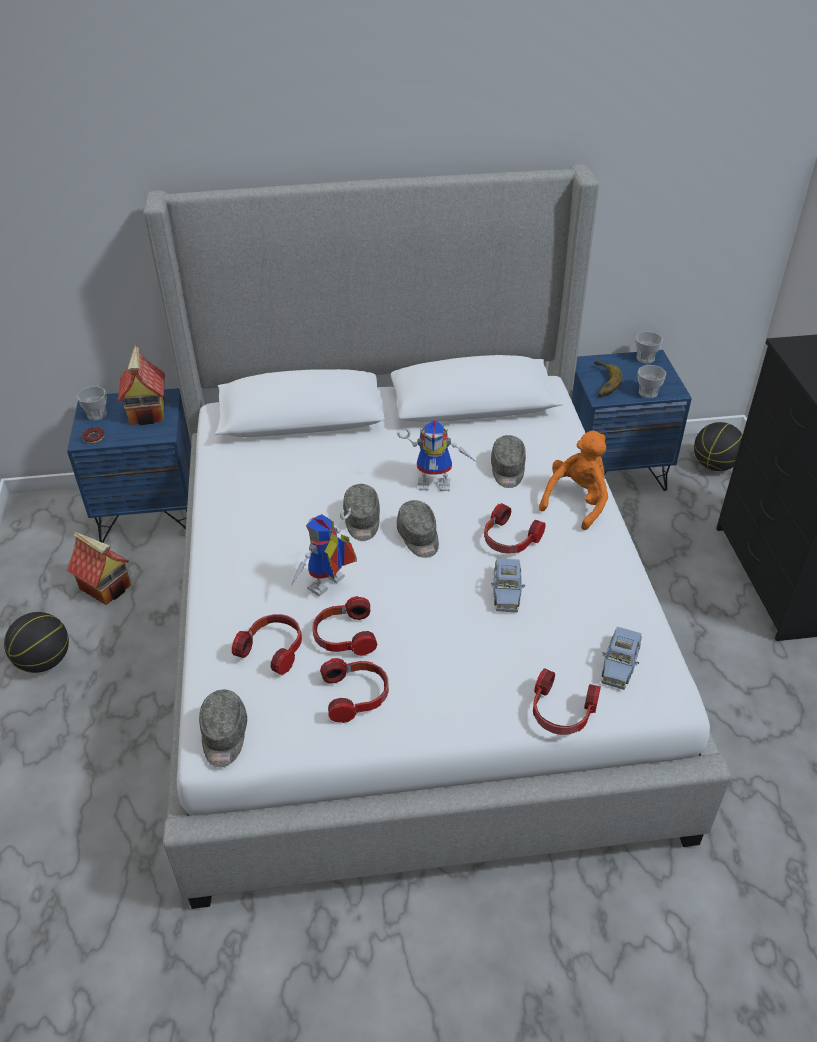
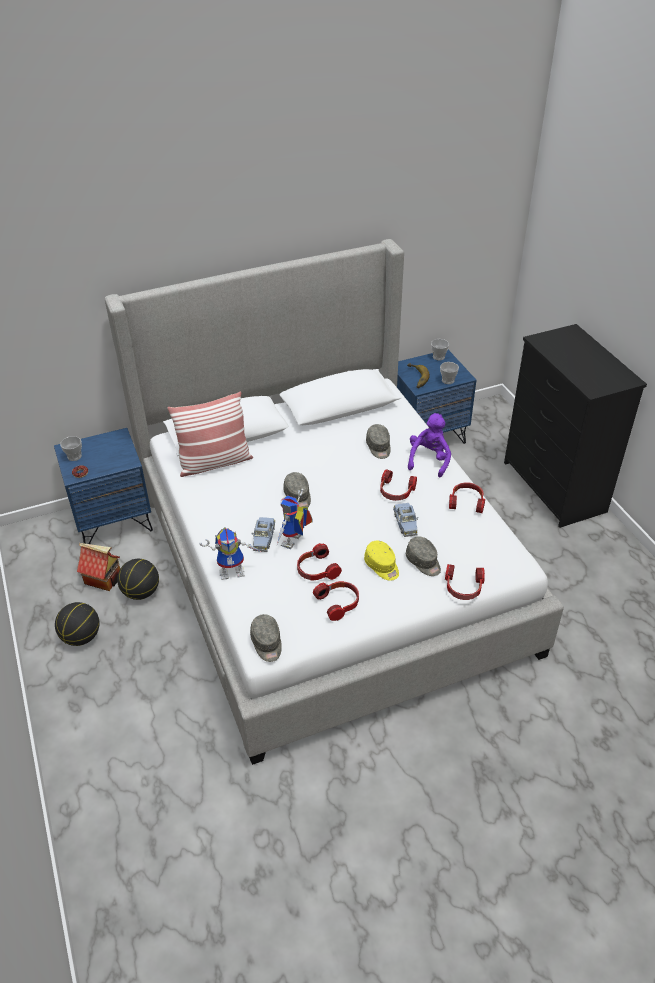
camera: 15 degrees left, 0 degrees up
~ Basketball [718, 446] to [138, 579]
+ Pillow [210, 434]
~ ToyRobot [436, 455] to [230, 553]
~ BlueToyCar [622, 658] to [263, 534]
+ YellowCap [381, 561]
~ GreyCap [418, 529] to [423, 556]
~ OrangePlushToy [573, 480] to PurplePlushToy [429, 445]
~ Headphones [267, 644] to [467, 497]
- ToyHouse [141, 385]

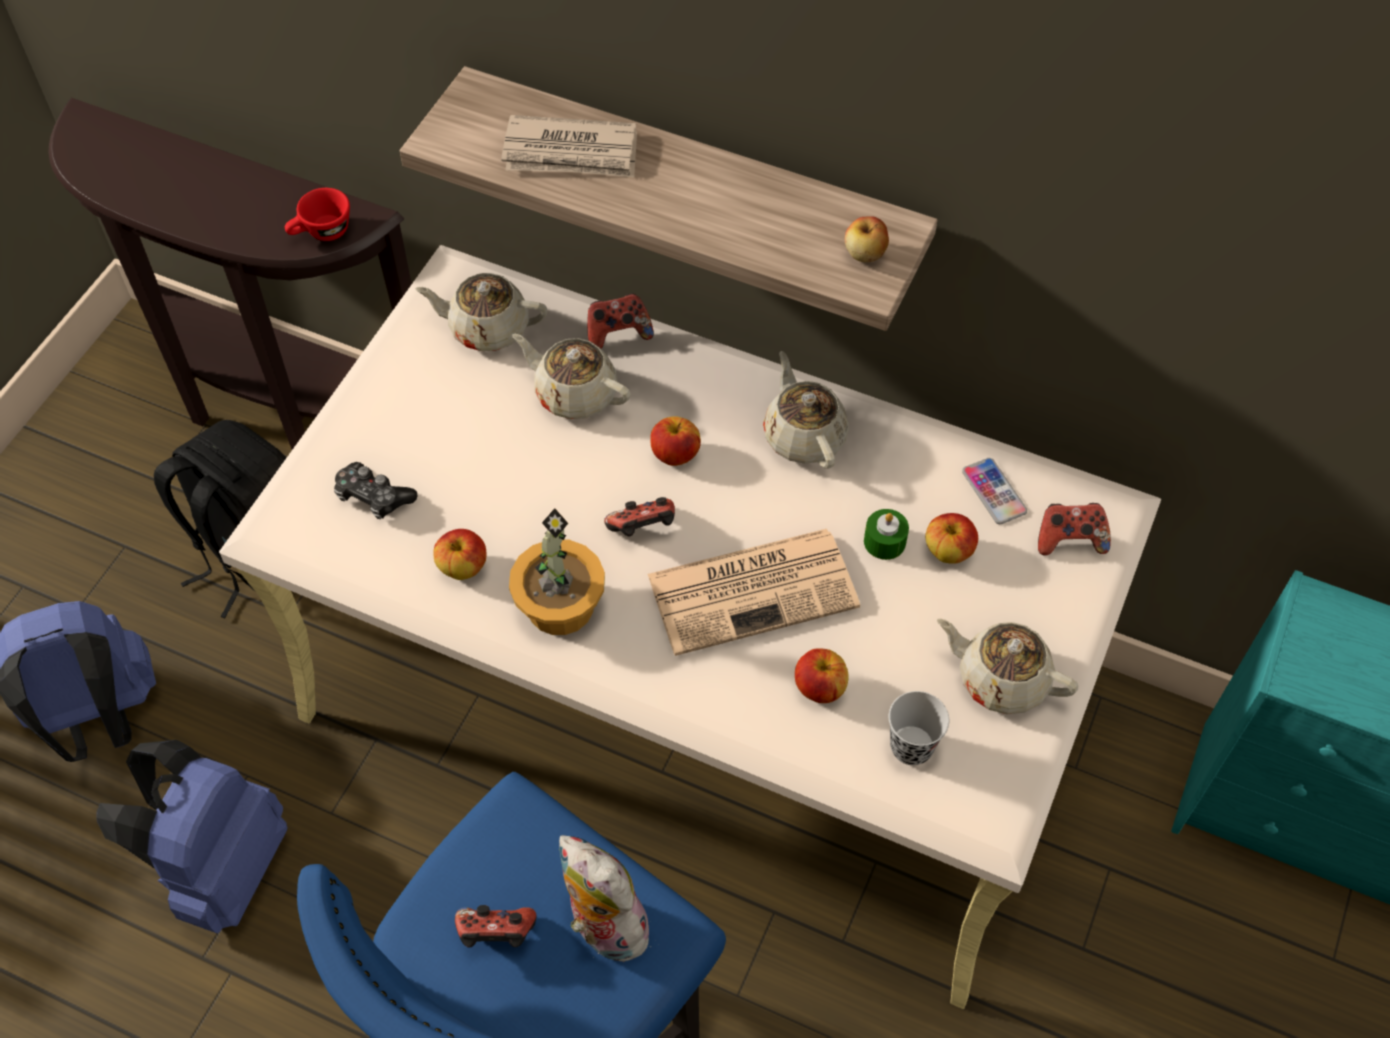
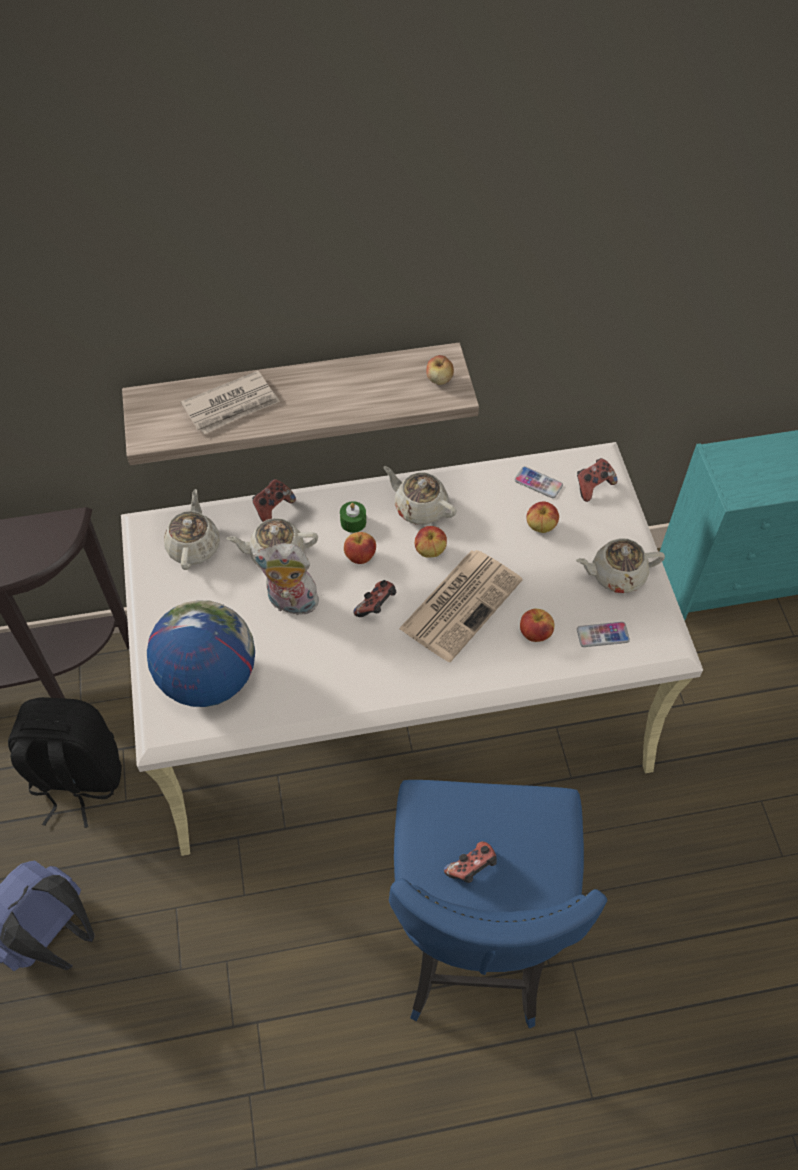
camera: 35 degrees left, 0 degrees up
~ GameController [376, 490] to Globe [201, 653]
~ BeigeTeapot [481, 312] = [192, 529] 120 degrees clockwise
~ PlushToy [608, 898] to [286, 579]
~ GreenCandle [886, 534] to [353, 517]
~ Apple [459, 554] to [431, 541]
~ BlackCup [919, 728] to Phone [603, 634]
- BlueBackpack [192, 836]
- RedCup [317, 214]
- PottedPlant [557, 571]

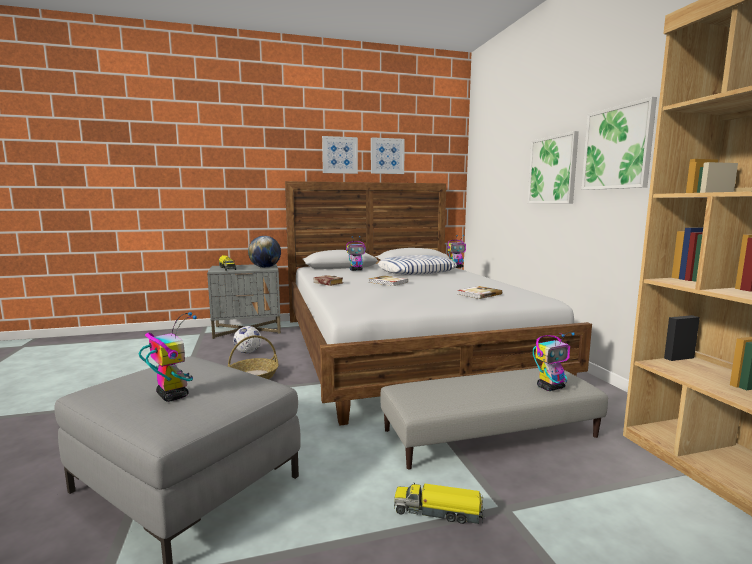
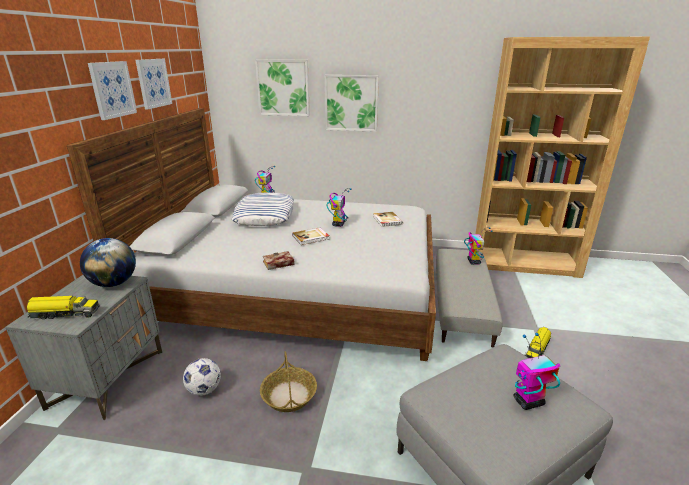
camera: 65 degrees left, 15 degrees up
~ Picture [619, 143] to [282, 88]
~ ToyRobot [356, 253] to [338, 207]

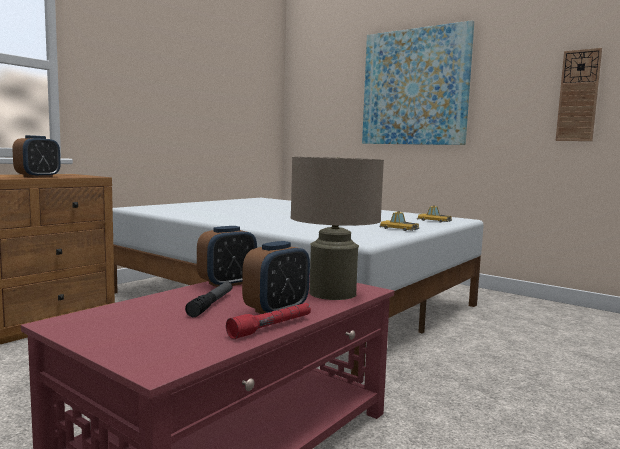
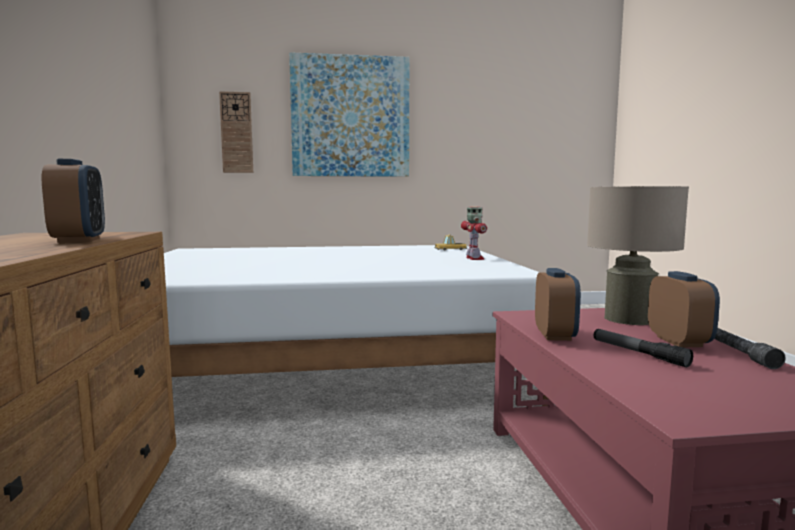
camera: 45 degrees left, 0 degrees up
~ WallClock [579, 94] to [236, 132]
~ ToyCar [399, 221] to ToyRobot [474, 233]
~ RedFlashlight [268, 321] to GreyFlashlight [749, 348]

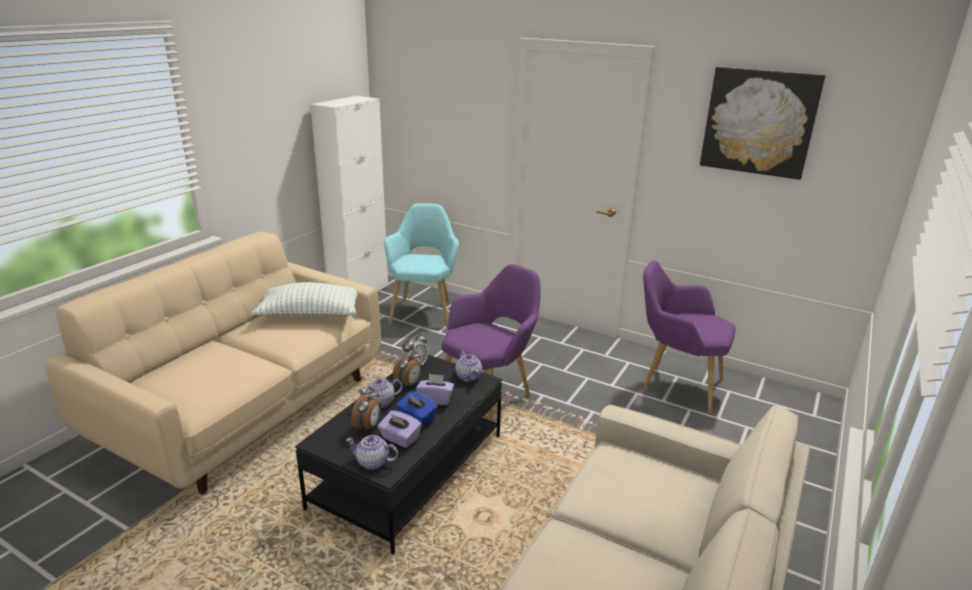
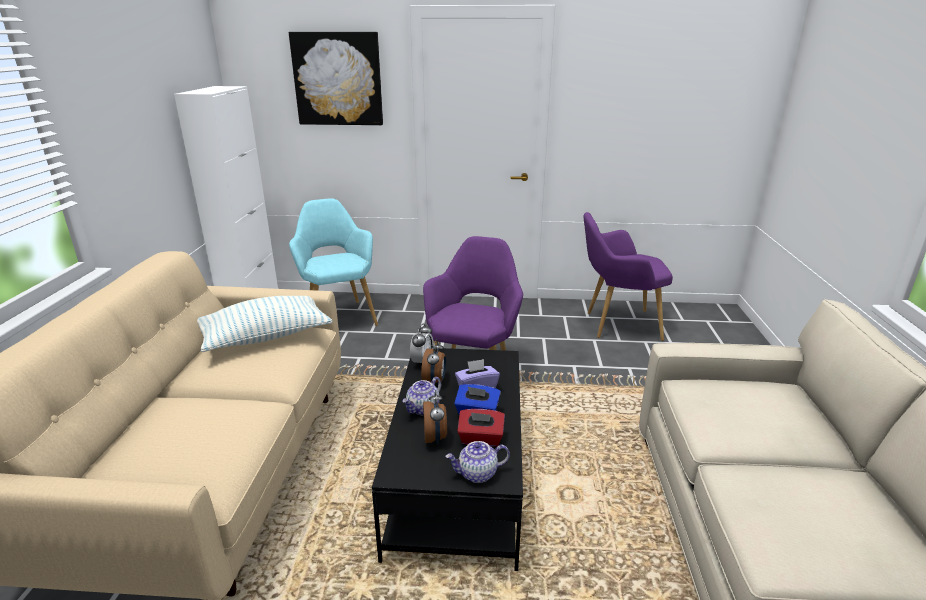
camera: 25 degrees left, 0 degrees up
~ Picture [762, 123] to [336, 78]
~ PurpleTissueBox [400, 429] to RedTissueBox [481, 427]
- Teapot [469, 366]

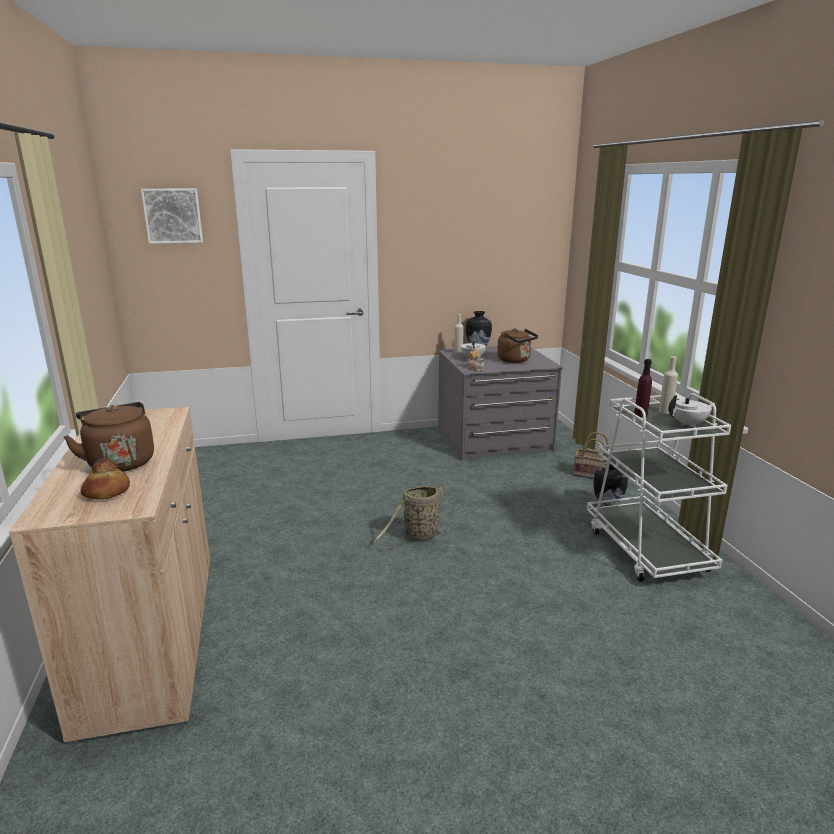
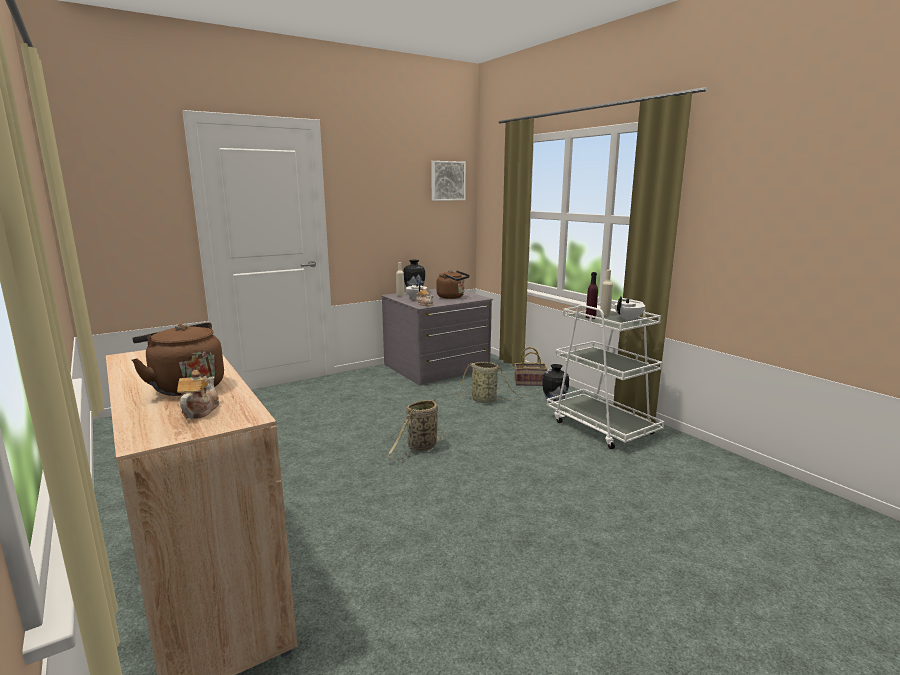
camera: 20 degrees left, 5 degrees down
~ Bread [105, 478] to Teapot [198, 394]
~ Picture [172, 216] to [448, 181]
+ Basket [490, 382]

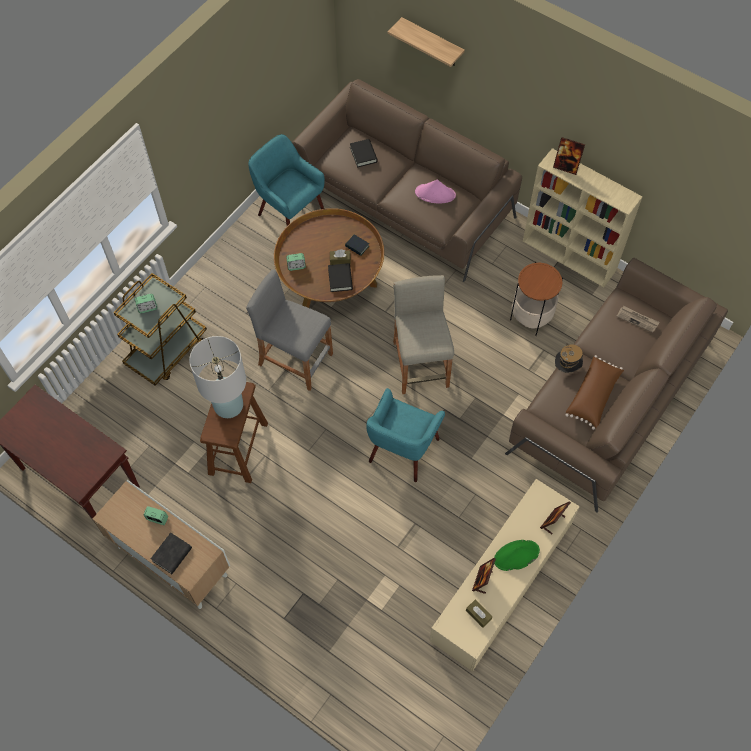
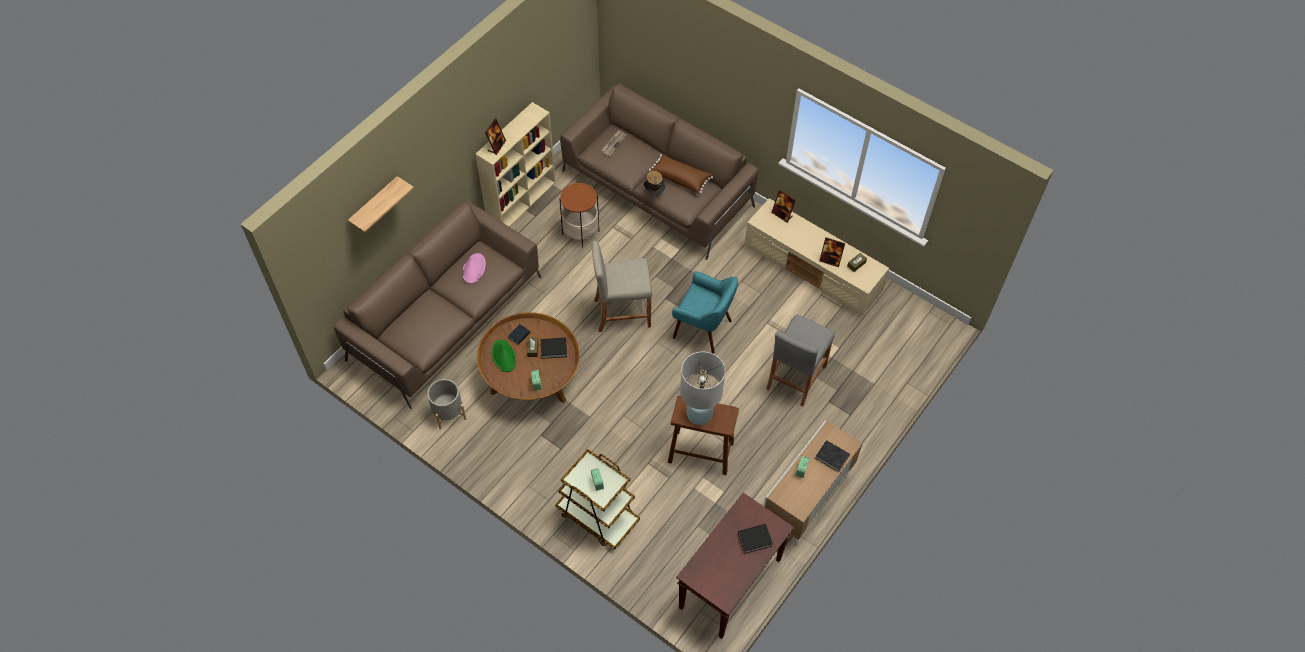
camera: 90 degrees left, 5 degrees down
~ TurquoiseArmchair [286, 180] to GreyPlanter [446, 404]
~ GreenHat [517, 555] to [504, 356]
~ BlackBook [364, 153] to [755, 539]
~ GreyStool [289, 330] to [800, 360]

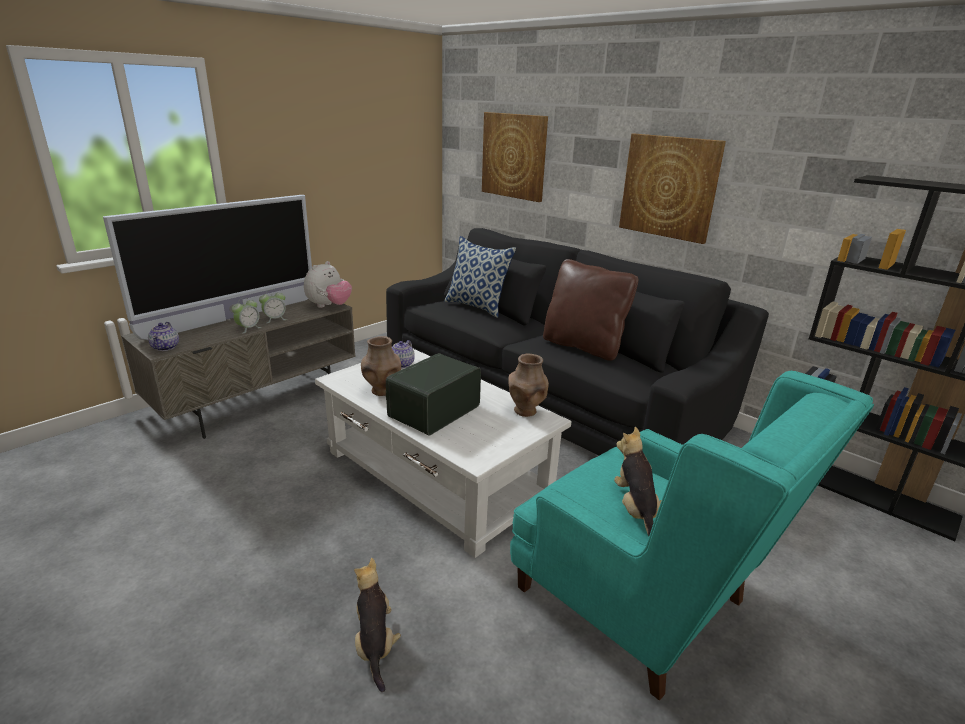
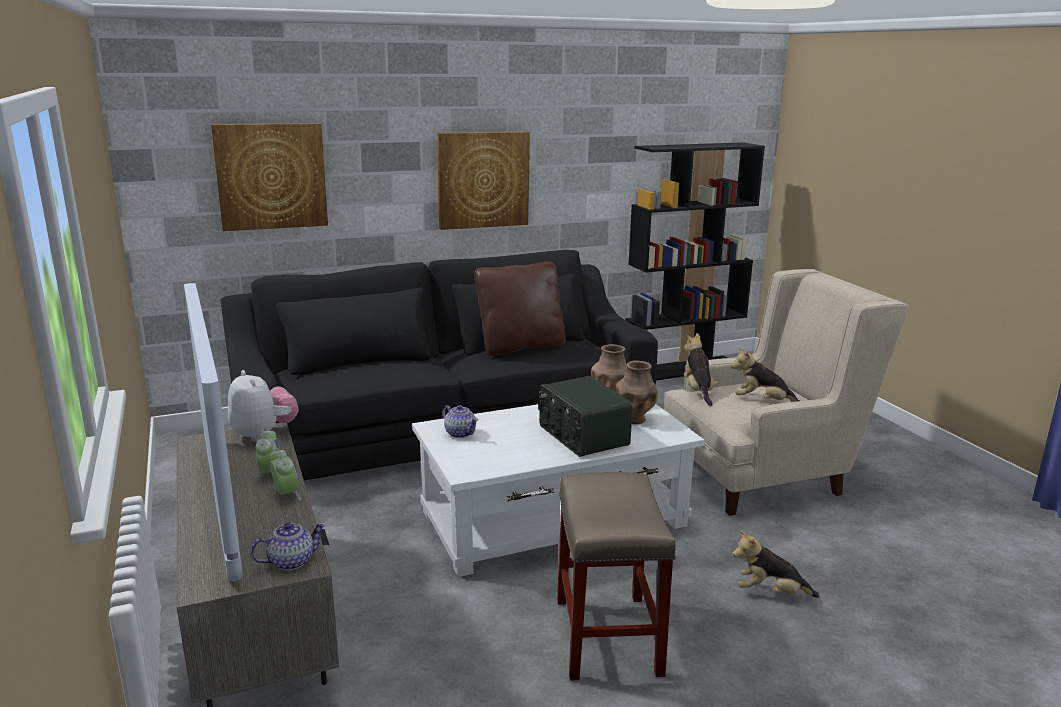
camera: 65 degrees left, 5 degrees down
~ Teapot [163, 336] = [288, 546] 45 degrees counterclockwise
+ BeigeStool [616, 576]
~ BrownVase [381, 366] to [637, 392]
~ TurquoiseArmchair [692, 536] to BeigeArmchair [786, 392]
+ PlushToy [701, 369]
- Pillow [480, 277]

